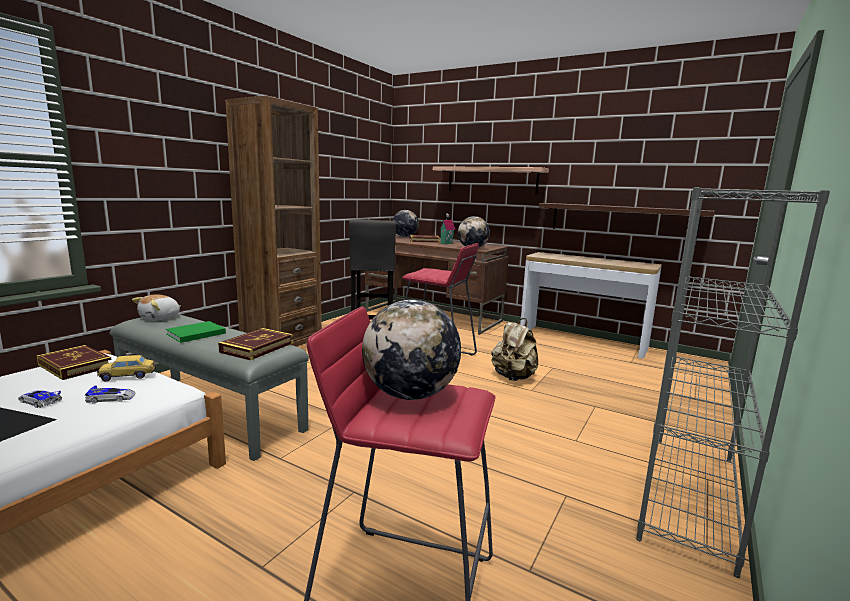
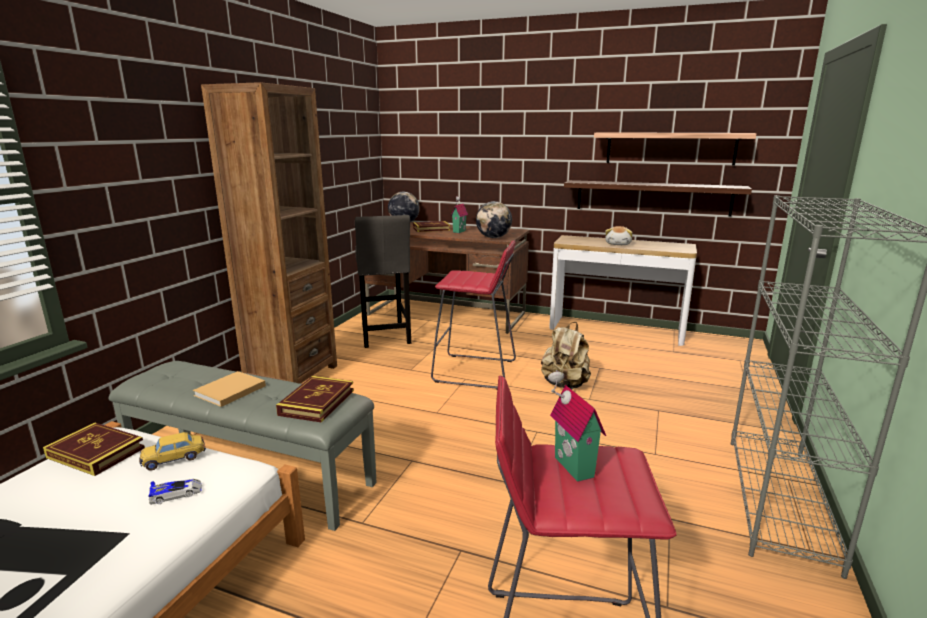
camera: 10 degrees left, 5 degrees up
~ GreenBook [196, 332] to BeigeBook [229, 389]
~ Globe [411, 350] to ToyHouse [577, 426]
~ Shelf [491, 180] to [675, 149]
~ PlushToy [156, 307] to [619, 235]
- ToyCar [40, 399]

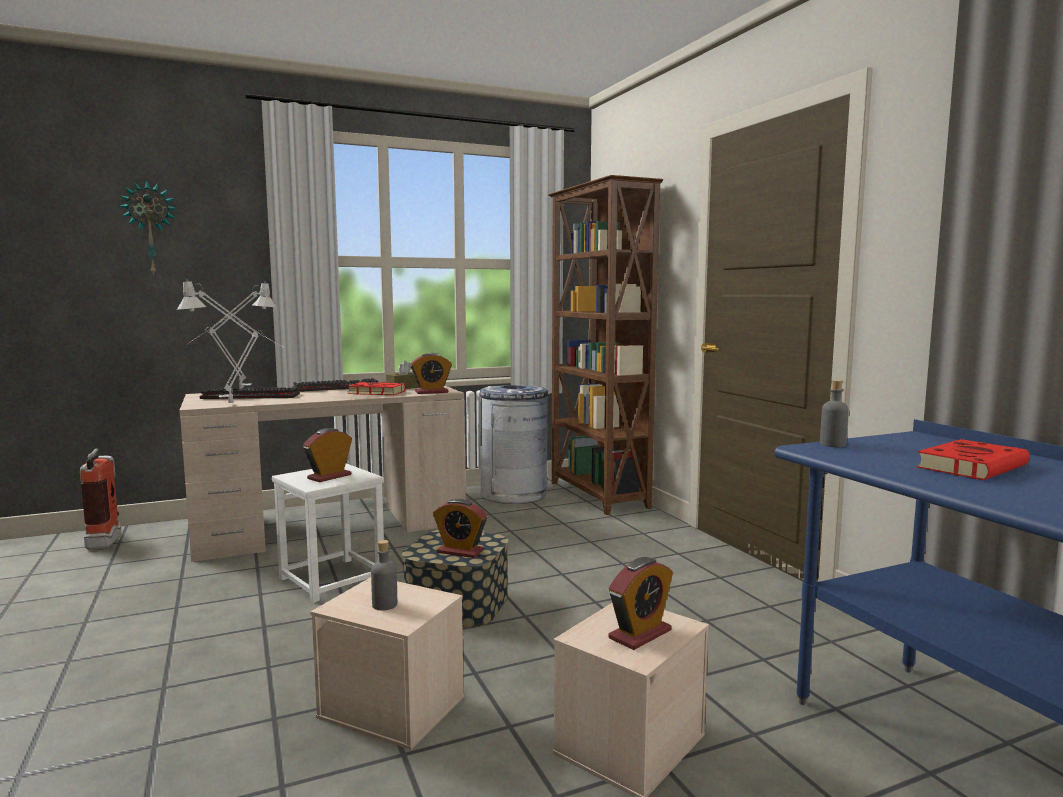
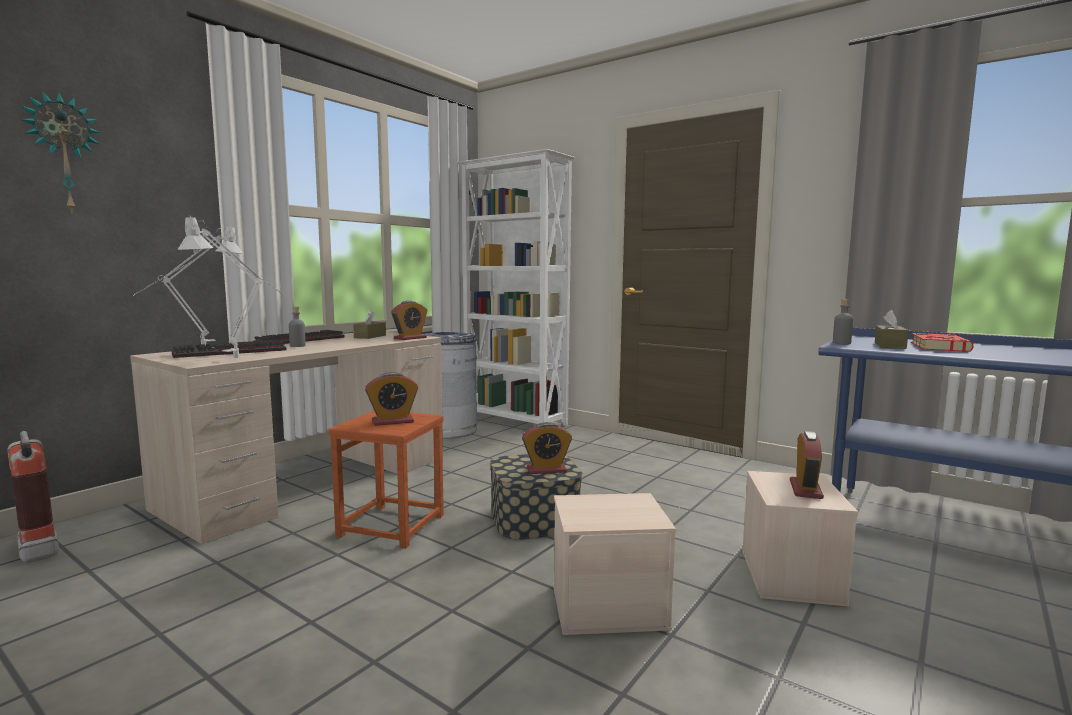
camera: 30 degrees left, 0 degrees up
~ GreyBottle [384, 575] to [297, 327]
~ WhiteStool [328, 533] to BrownStool [386, 480]
~ AlarmClock [327, 455] = [391, 399] 120 degrees counterclockwise
~ BrownBookcase [605, 345] to WhiteBookcase [516, 287]
+ BrownTissueBox [892, 329]
- RedBook [377, 388]

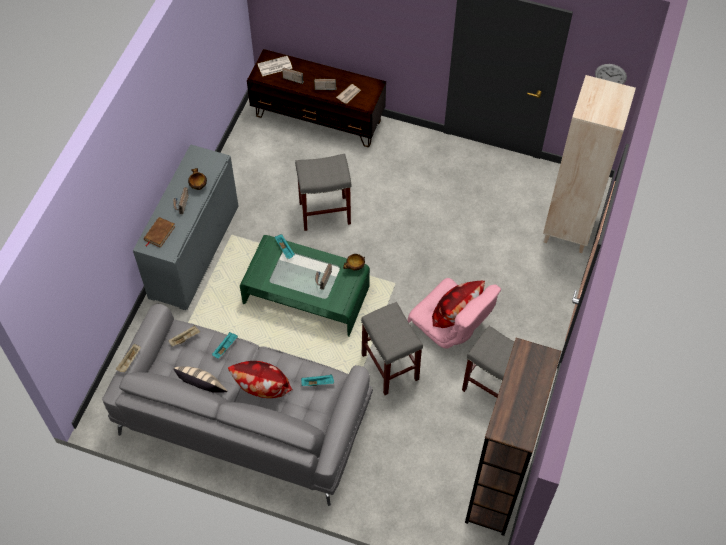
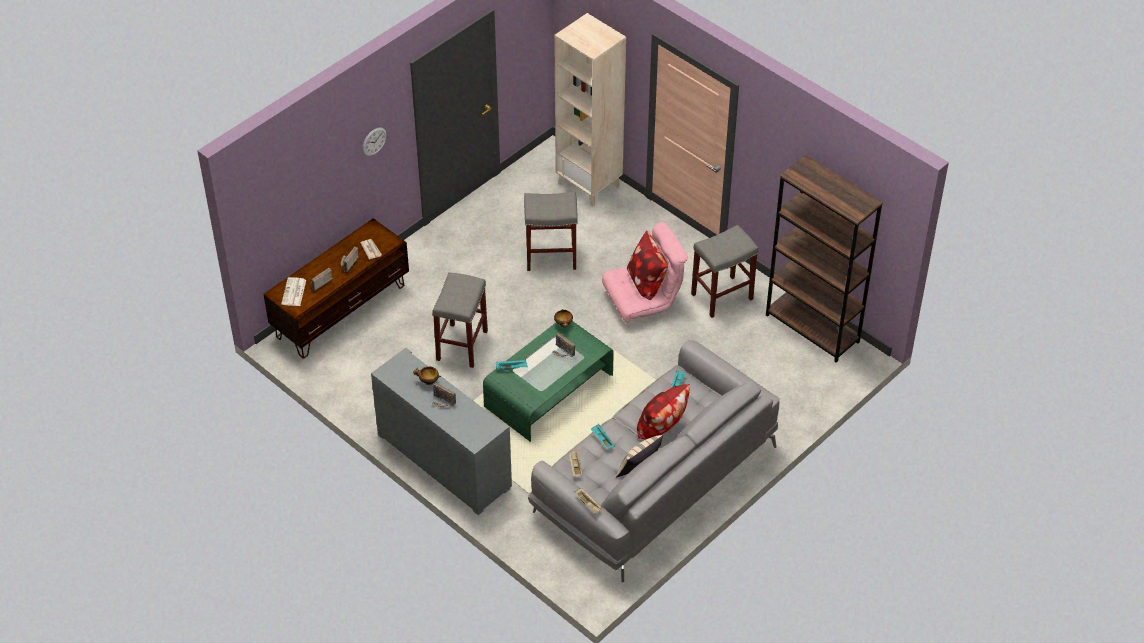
camera: 65 degrees left, 10 degrees down
~ WallClock [611, 74] to [374, 141]
~ GreyStool [392, 348] to [551, 231]
- BrownBook [159, 232]

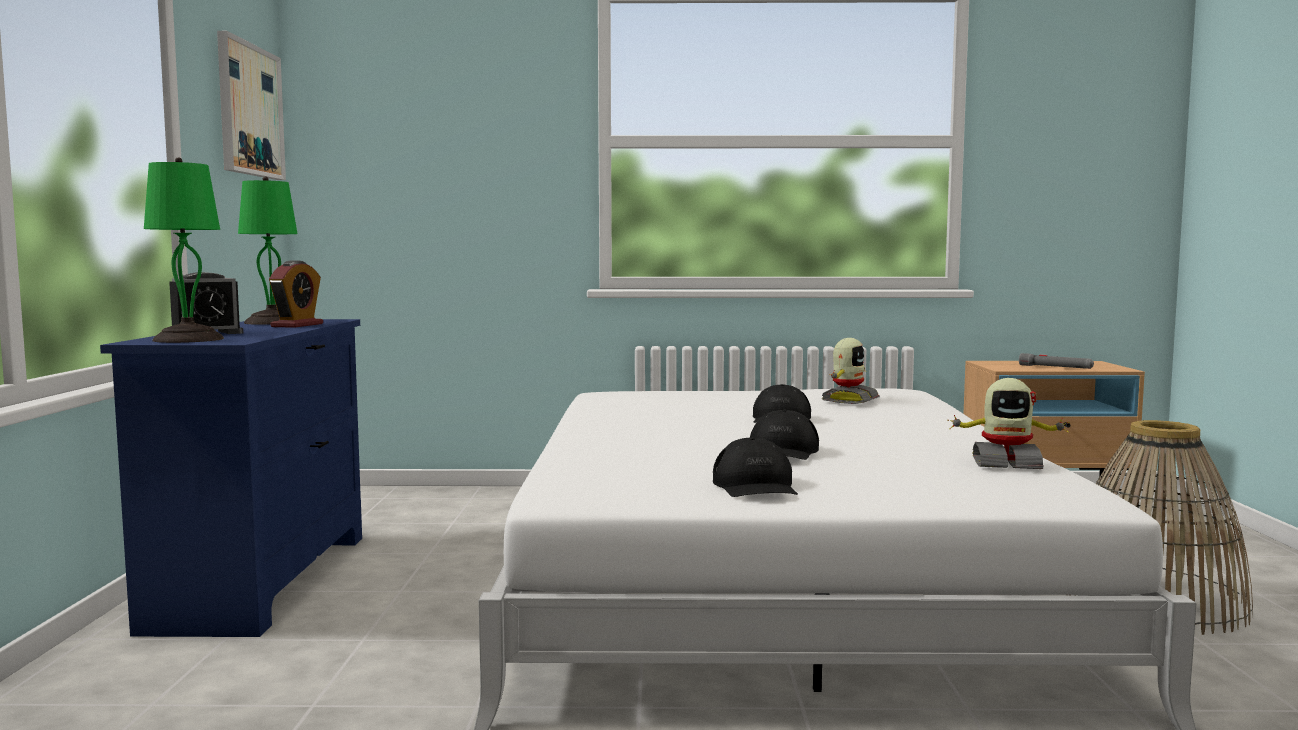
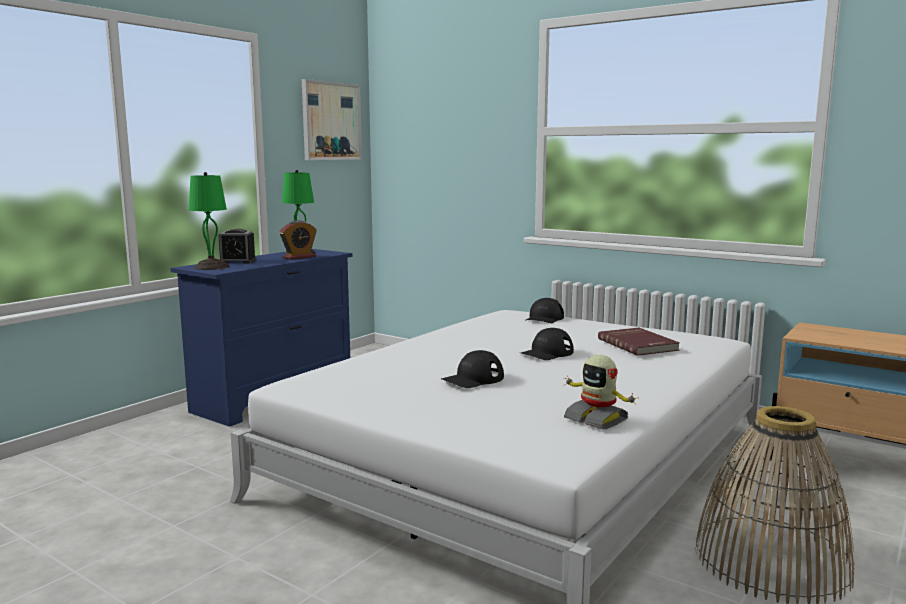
camera: 35 degrees right, 5 degrees up
~ BlackCap [755, 467] to [545, 310]
~ ToyRobot [851, 371] to RedBook [639, 342]
- GreyFlashlight [1056, 361]

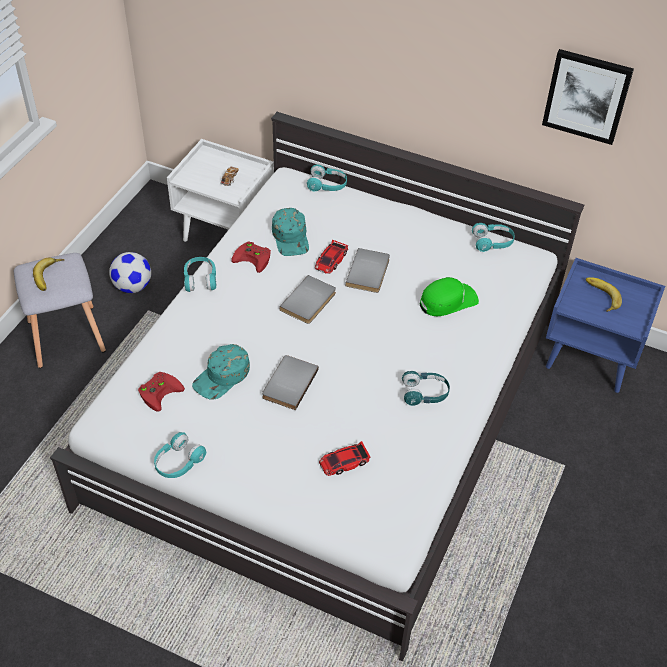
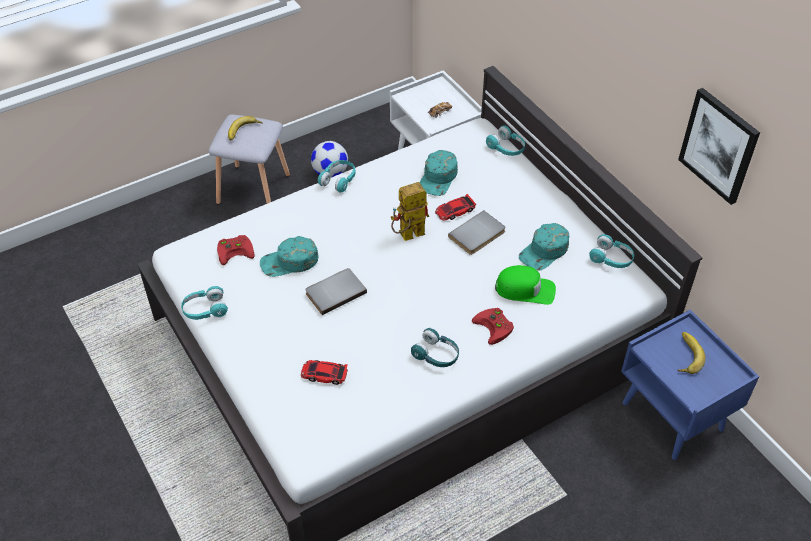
camera: 35 degrees right, 0 degrees up
~ GreyBook [307, 299] to ToyRobot [410, 211]
~ RedGameController [251, 257] to [493, 326]
+ TurquoiseCap [544, 246]

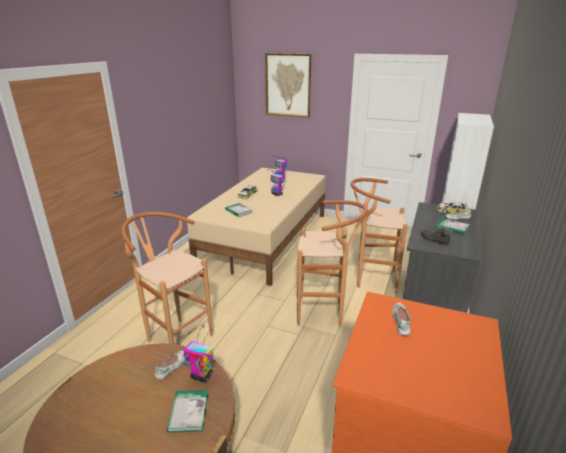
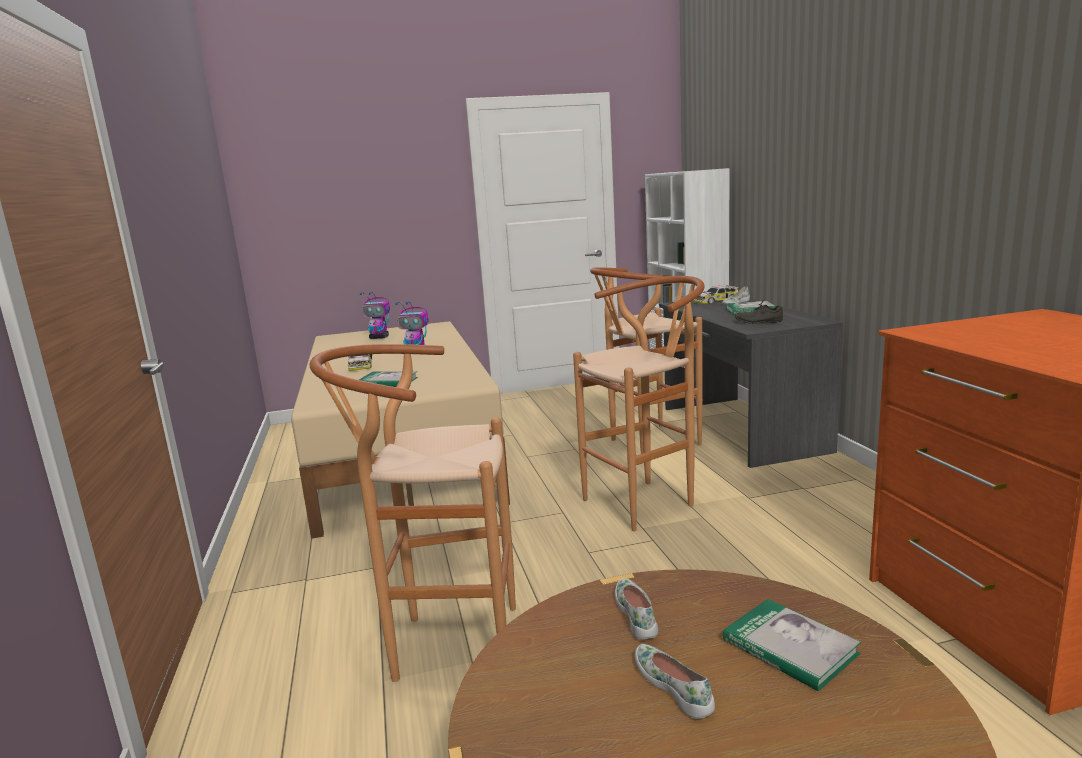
camera: 35 degrees left, 10 degrees down
~ WhiteShoe [402, 319] to [675, 681]
- ToyRobot [198, 354]
- Picture [288, 85]

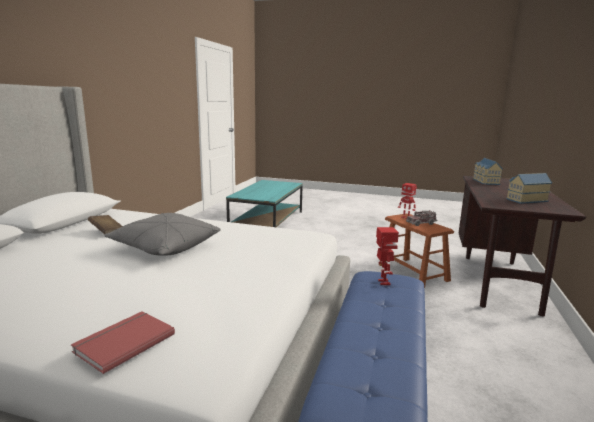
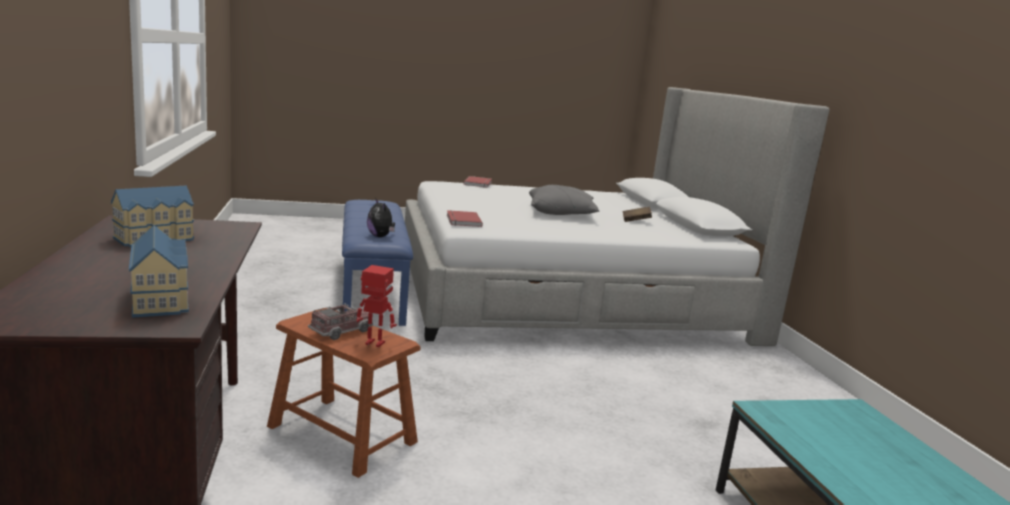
camera: 150 degrees right, 0 degrees up
~ ToyRobot [387, 256] to PlushToy [381, 218]
+ RedBook [465, 218]

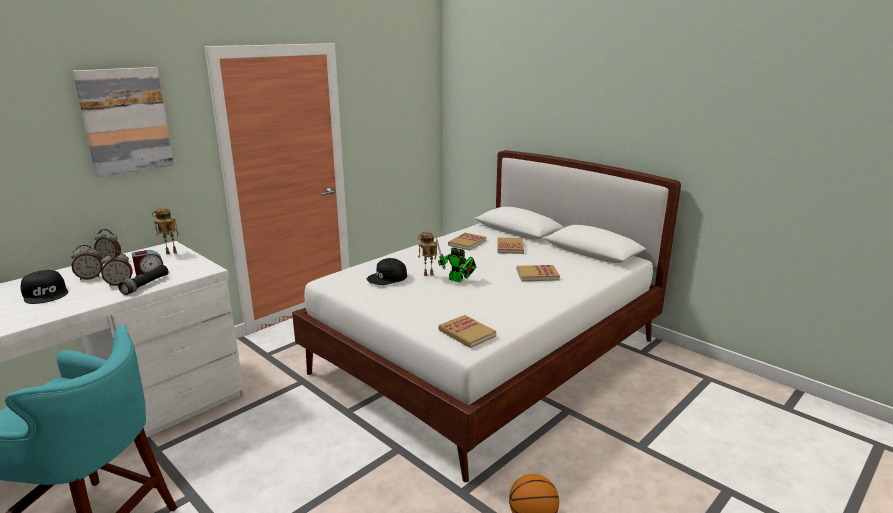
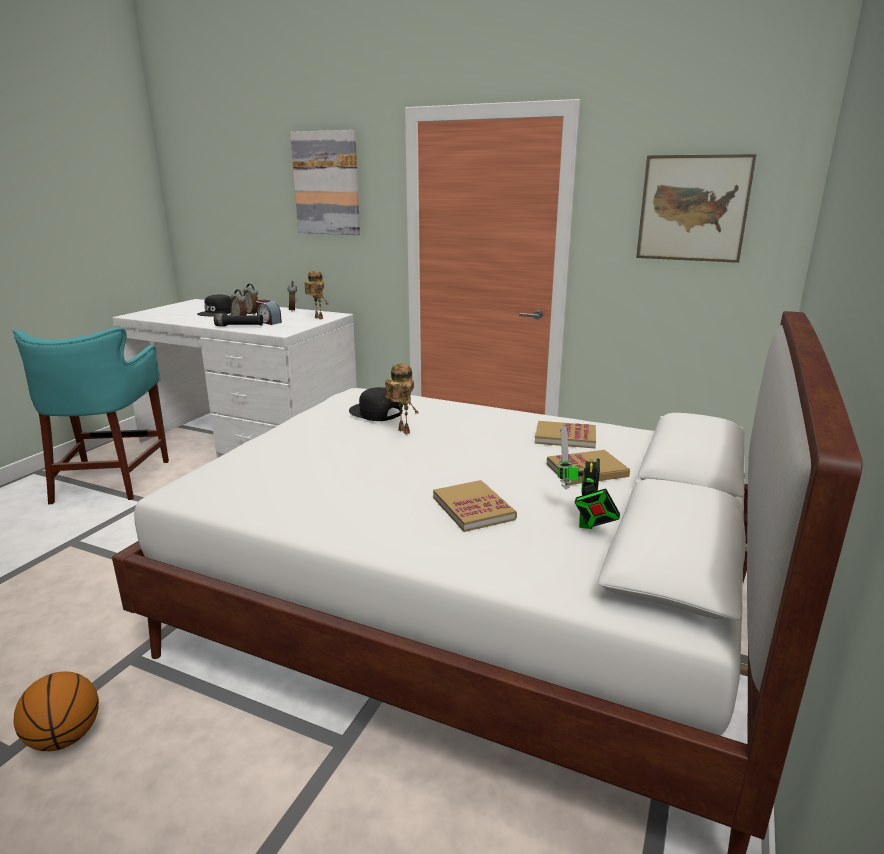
camera: 70 degrees right, 0 degrees up
~ ToyRobot [456, 260] to [588, 477]
+ Picture [696, 208]
- Book [467, 331]

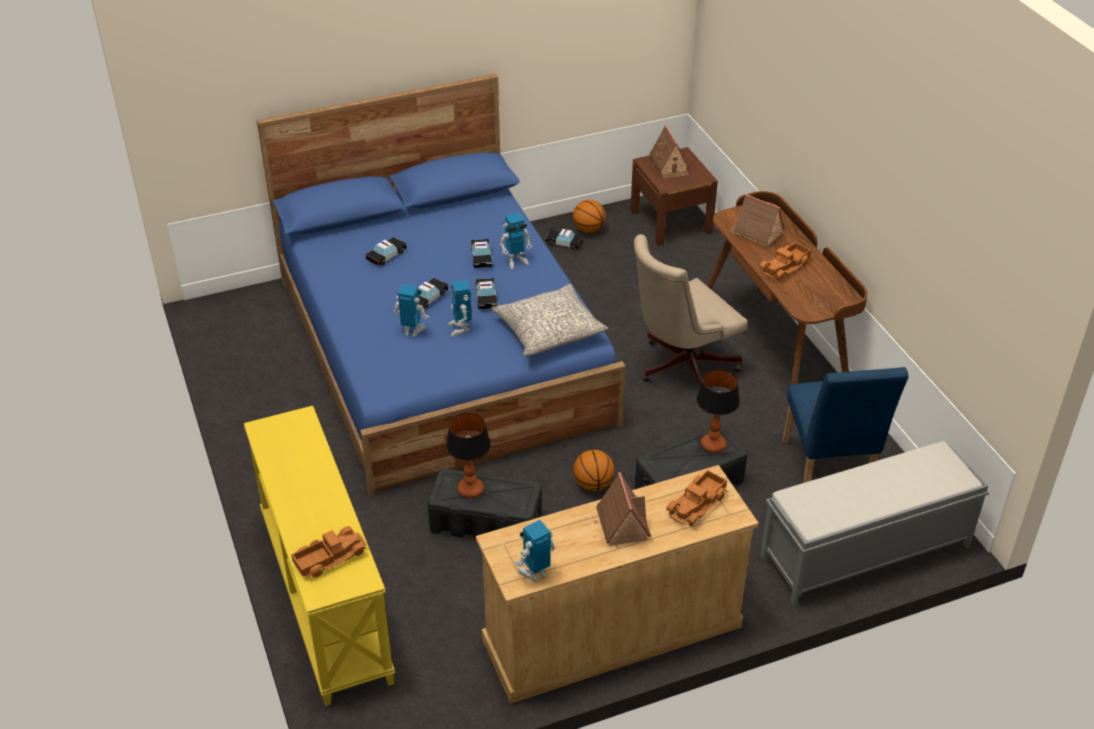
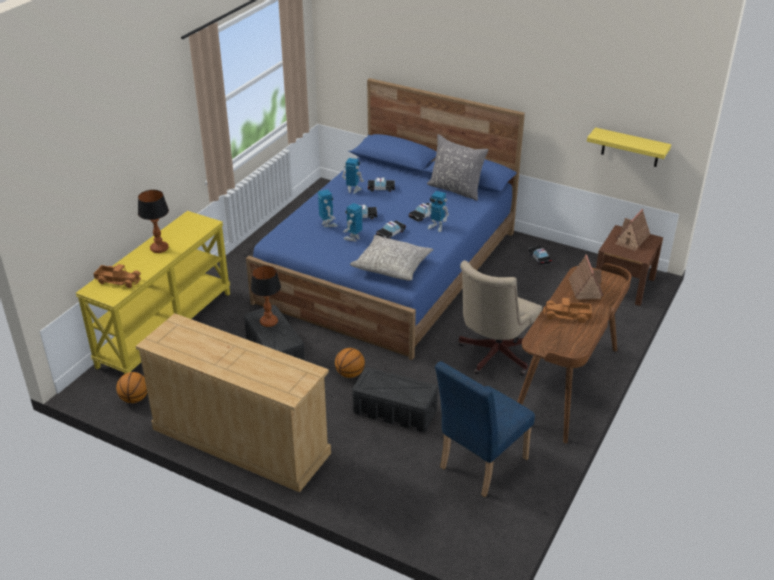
camera: 50 degrees right, 5 degrees down
~ Basketball [589, 216] to [131, 387]
~ TableLamp [718, 411] to [153, 221]
~ ToyRobot [535, 551] to [353, 176]
+ GreyPillow [458, 167]
~ BeigeOfficeChair [691, 315] = [500, 318] 75 degrees counterclockwise
+ YellowShelf [629, 147]
- ToyHouse [623, 508]
- ToyTruck [696, 498]
- GreyBench [874, 523]

